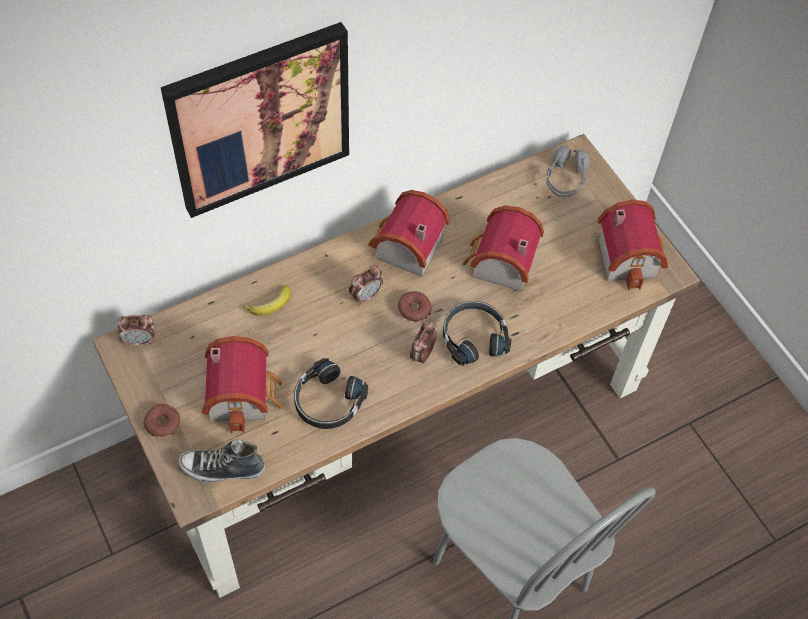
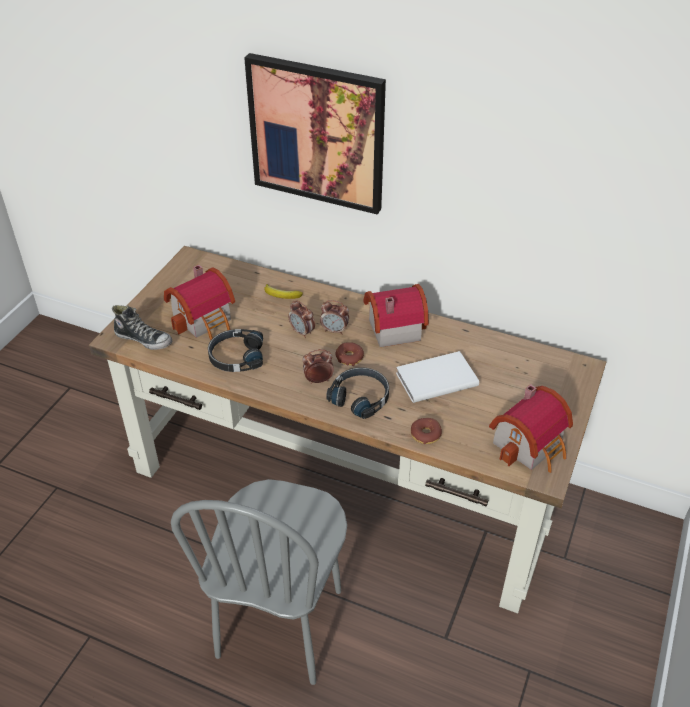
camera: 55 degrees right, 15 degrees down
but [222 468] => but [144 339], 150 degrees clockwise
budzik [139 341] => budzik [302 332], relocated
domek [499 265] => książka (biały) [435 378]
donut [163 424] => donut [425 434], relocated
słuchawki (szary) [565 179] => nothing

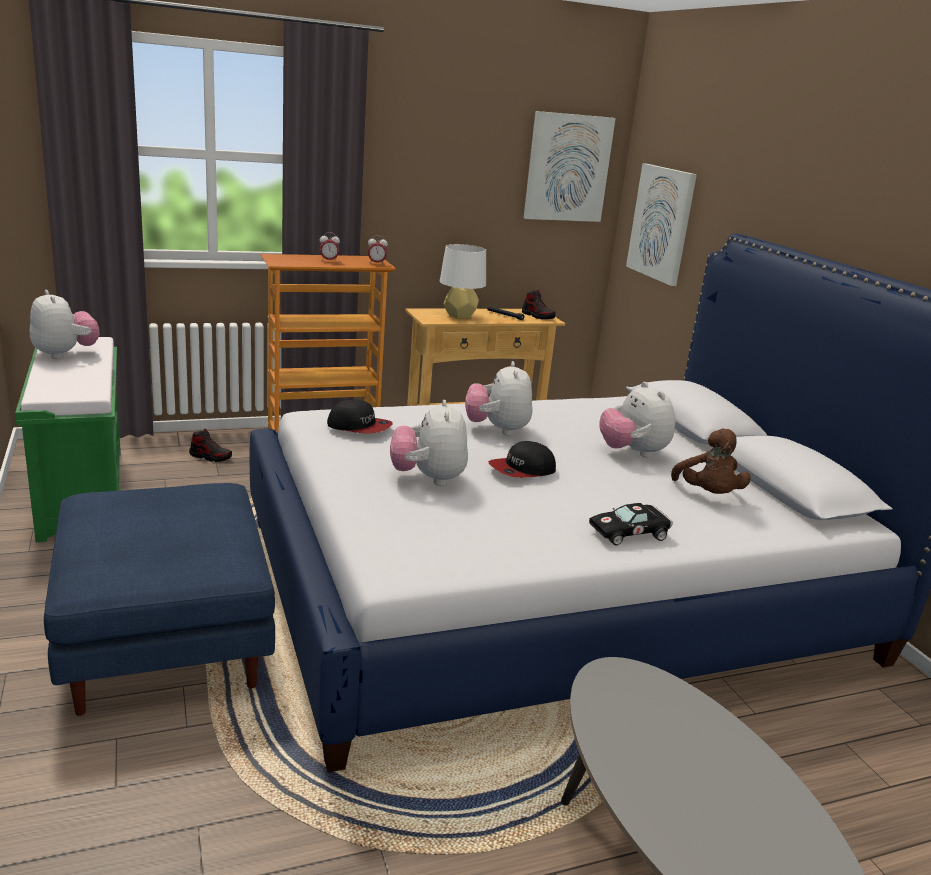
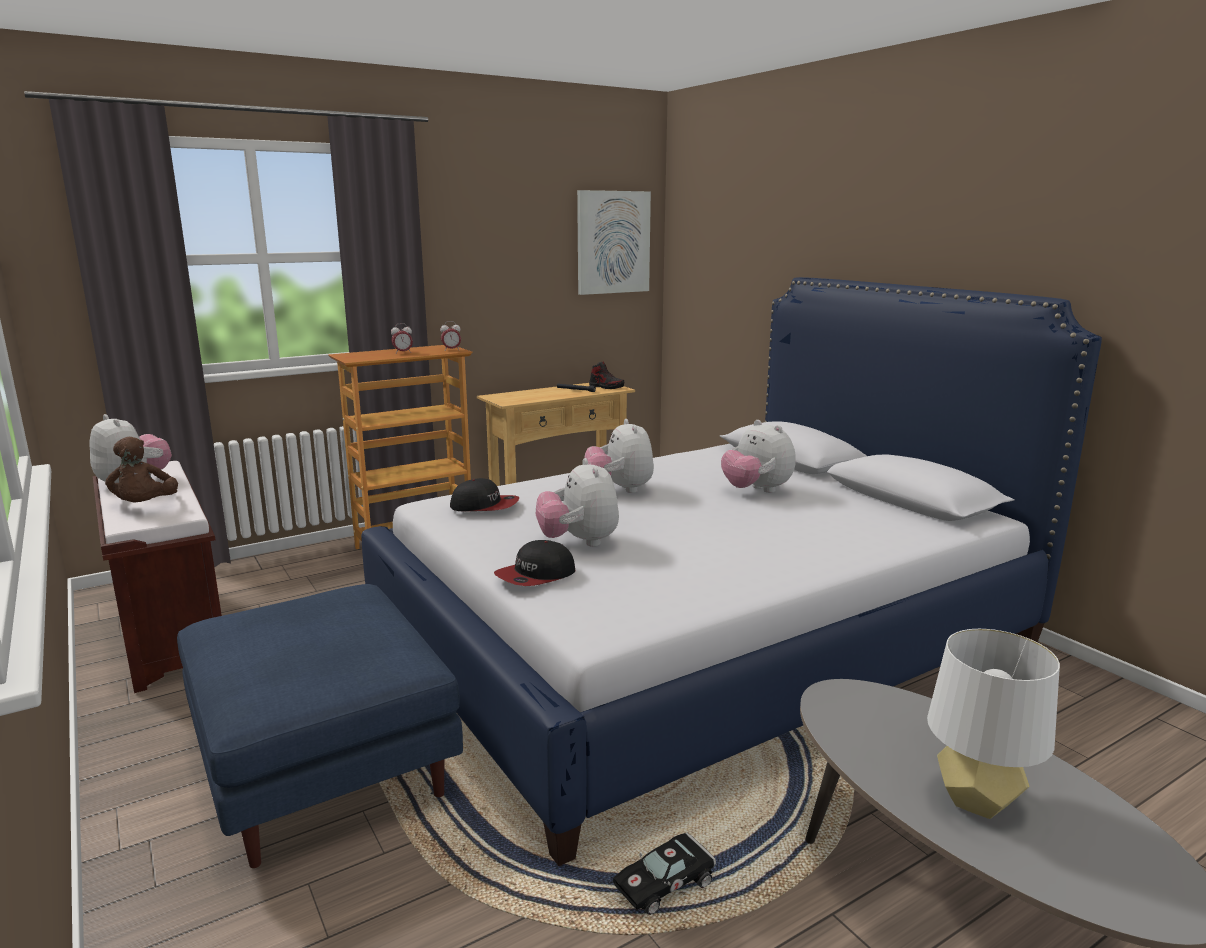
camera: 10 degrees left, 5 degrees down
ławka (zielony) [81 491] => ławka (brązowy) [169 632]
pluszak (brązowy) [707 495] => pluszak (brązowy) [145 507], relocated
czapka z daszkiem [522 470] => czapka z daszkiem [536 575], relocated
samochodzik (czarny) [630 533] => samochodzik (czarny) [667 882], relocated
lampa stołowa (biały) [460 316] => lampa stołowa (biały) [977 800], relocated
but [210 457] => nothing
obraz [661 223] => nothing

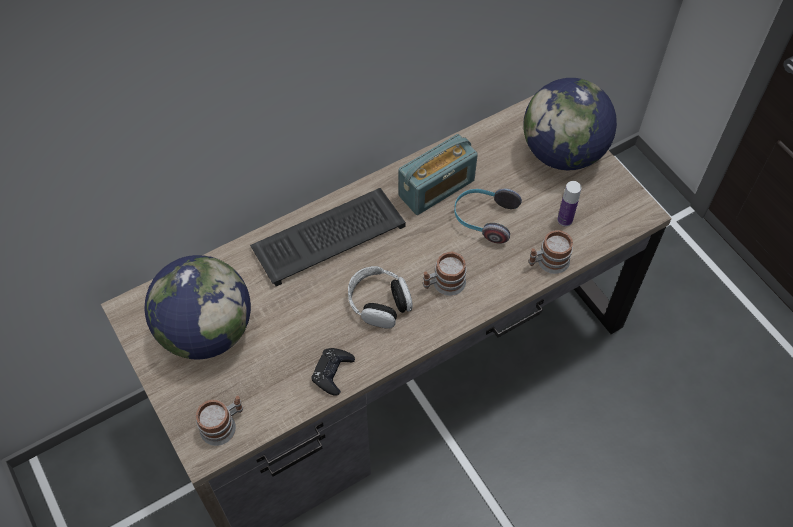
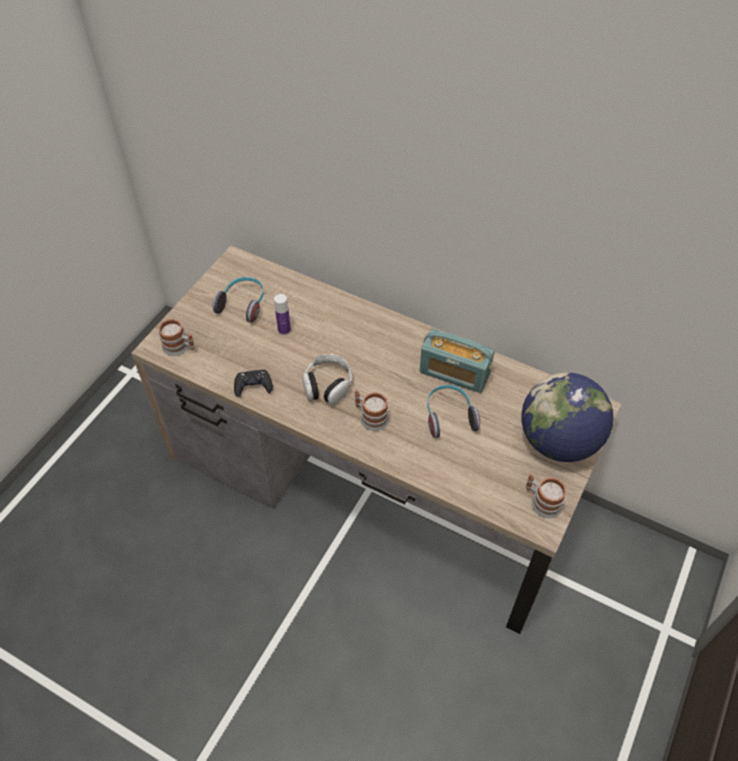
camera: 60 degrees right, 5 degrees down
globus [206 331] => słuchawki [243 304]
butelka [565 220] => butelka [284 330], relocated
kubek [548 262] => kubek [542 501], relocated
klawiatura [329 235] => nothing

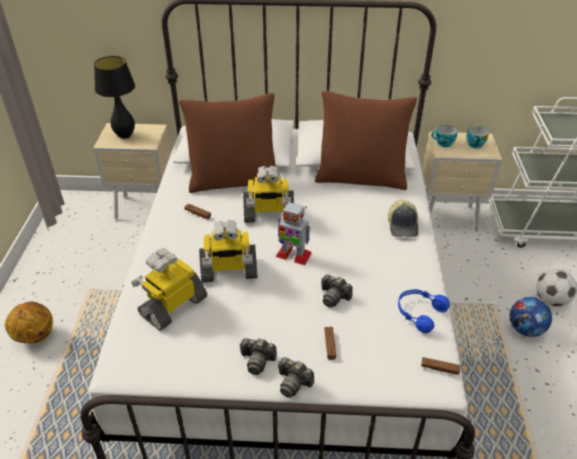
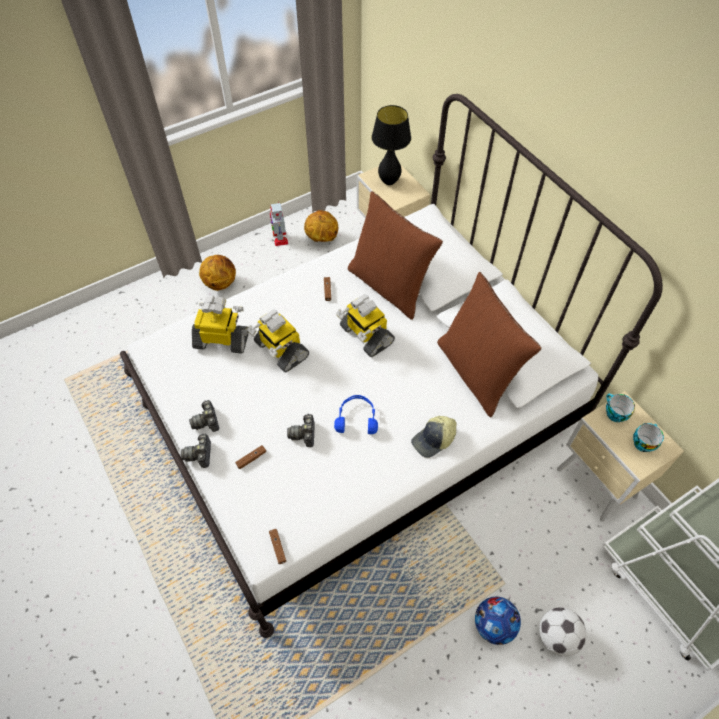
camera: 55 degrees right, 15 degrees up
robot zabawkowy [293 255] => robot zabawkowy [280 237], relocated
nothing => piłka do koszykówki [321 238]
słuchawki (niebieski) [419 313] => słuchawki (niebieski) [356 418], relocated

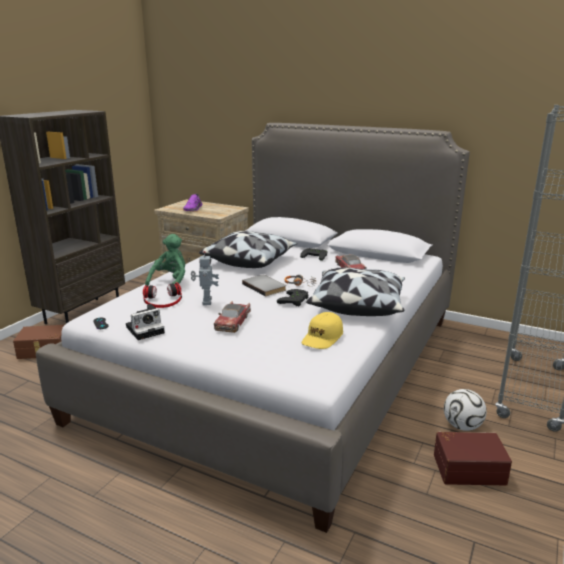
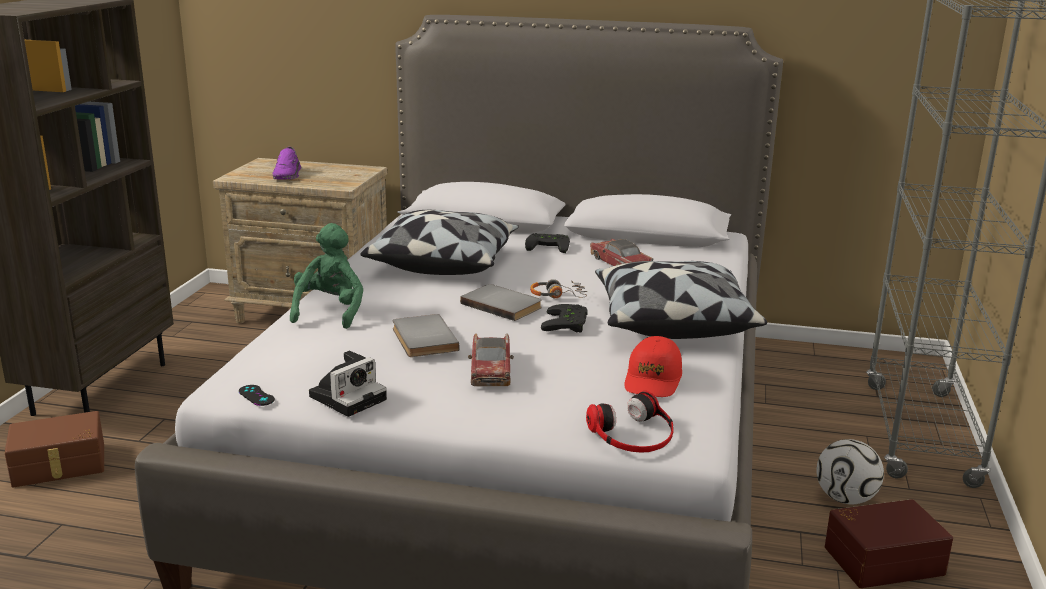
camera: 15 degrees left, 0 degrees up
robot zabawkowy [206 301] => książka (szary) [422 339]
słuchawki [163 300] => słuchawki [633 434], relocated
czapka z daszkiem (żółty) [322 338] => czapka z daszkiem (czerwony) [653 380]

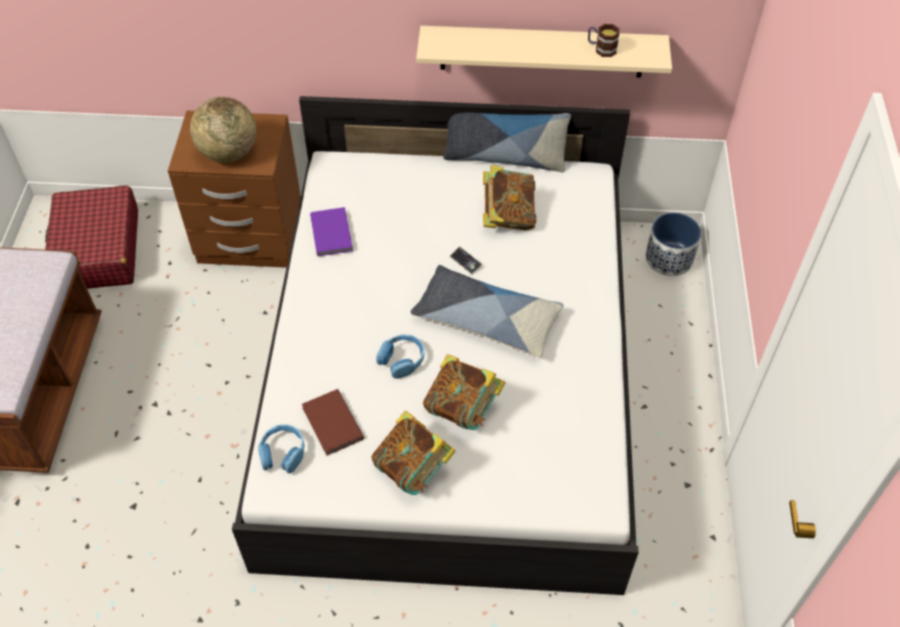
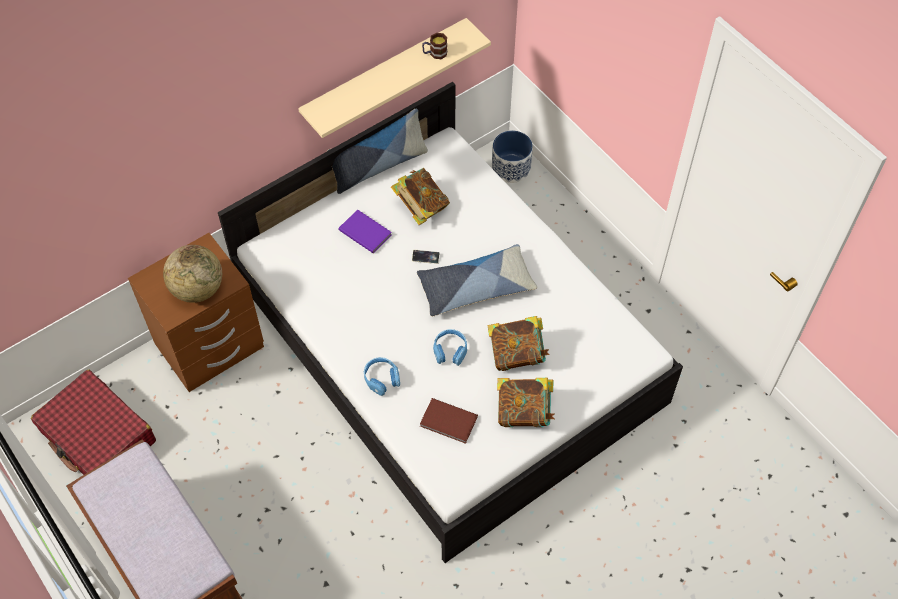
camera: 40 degrees left, 5 degrees up
książka (fioletowy) [332 232] => książka (fioletowy) [365 231], relocated
słuchawki (niebieski) [283 453] => słuchawki (niebieski) [381 379], relocated

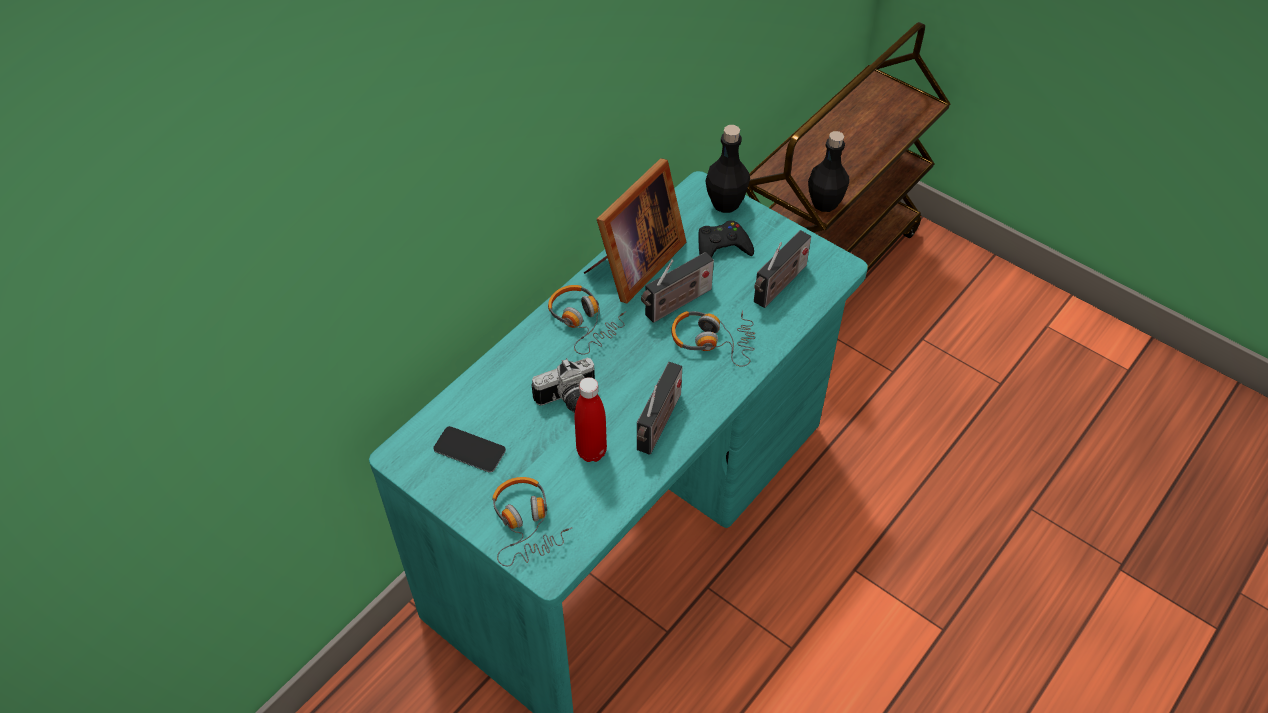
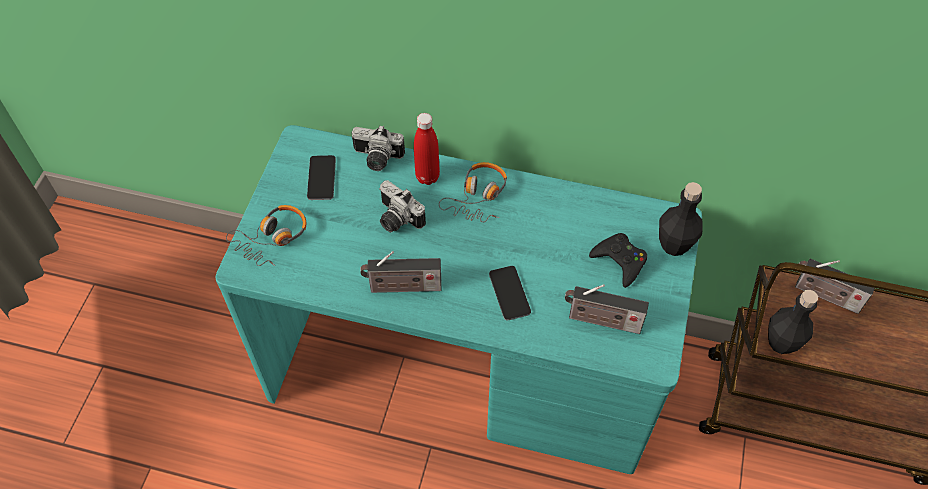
camera: 65 degrees right, 5 degrees up
nothing => aparat fotograficzny [377 159]
butelka (czerwony) [591 452] => butelka (czerwony) [427 177], relocated
słuchawki [713 341] => telefon [509 293]
radio [676 304] => radio [824 295], relocated
ramka na zdjęcie [633 265] => nothing

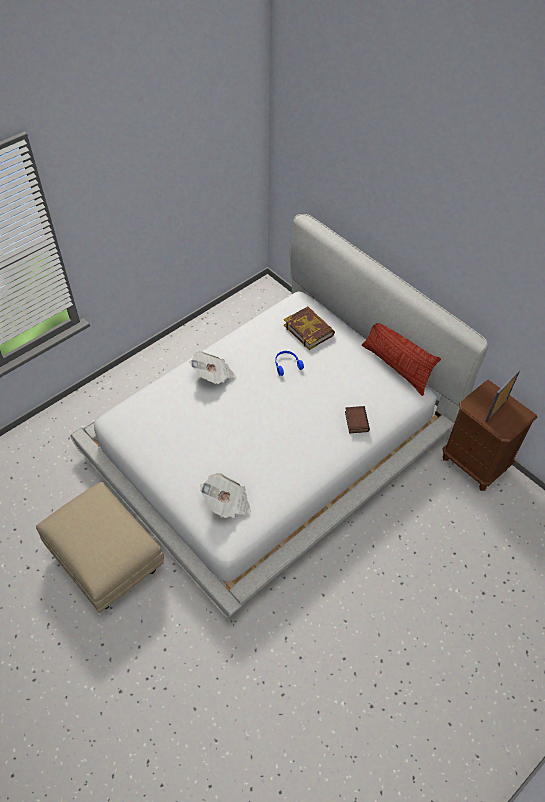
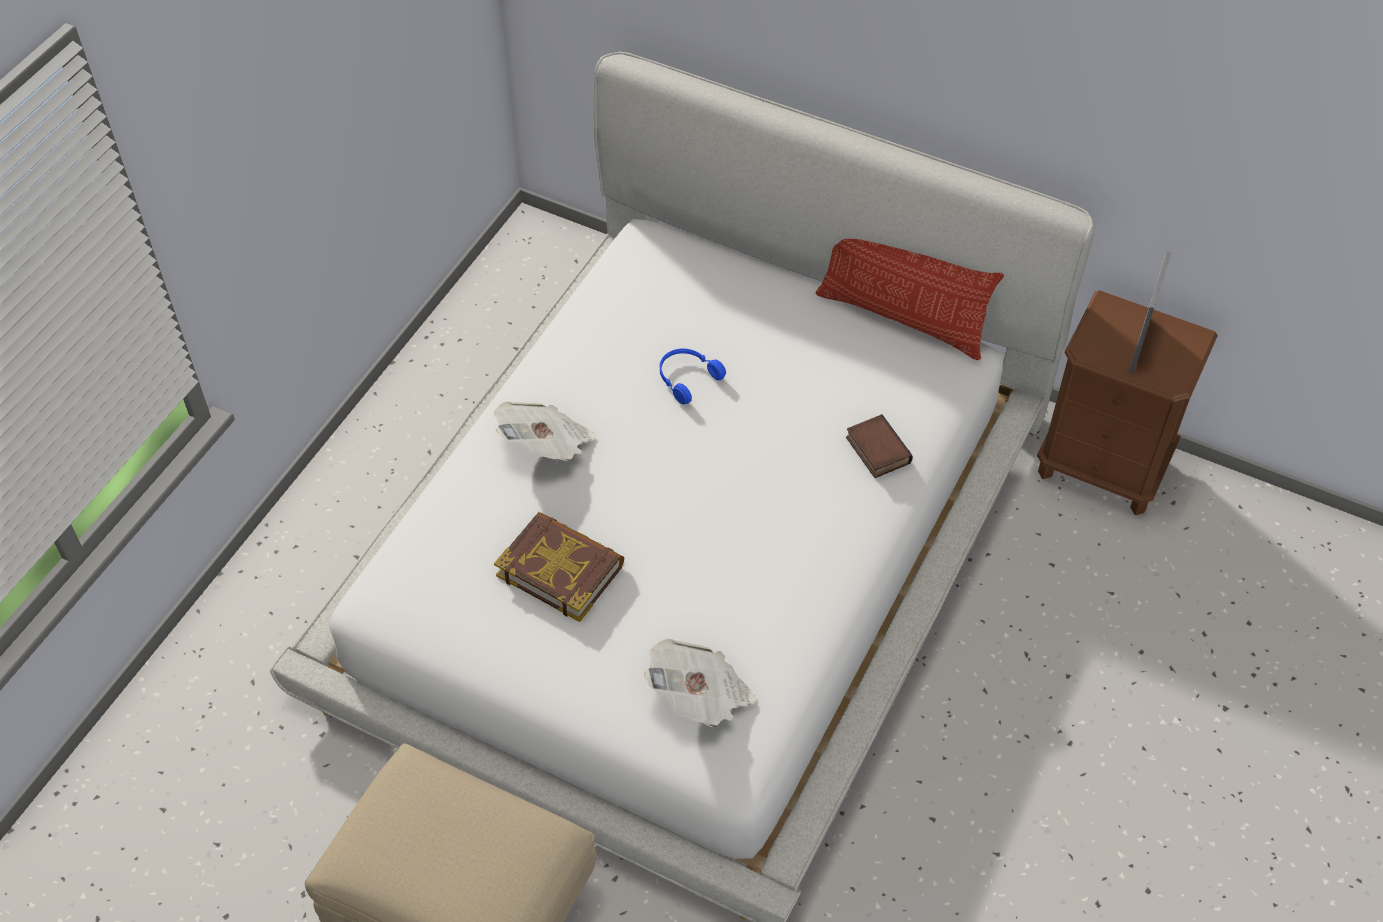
camera: 20 degrees left, 0 degrees up
książka [309 330] => książka [560 570], relocated

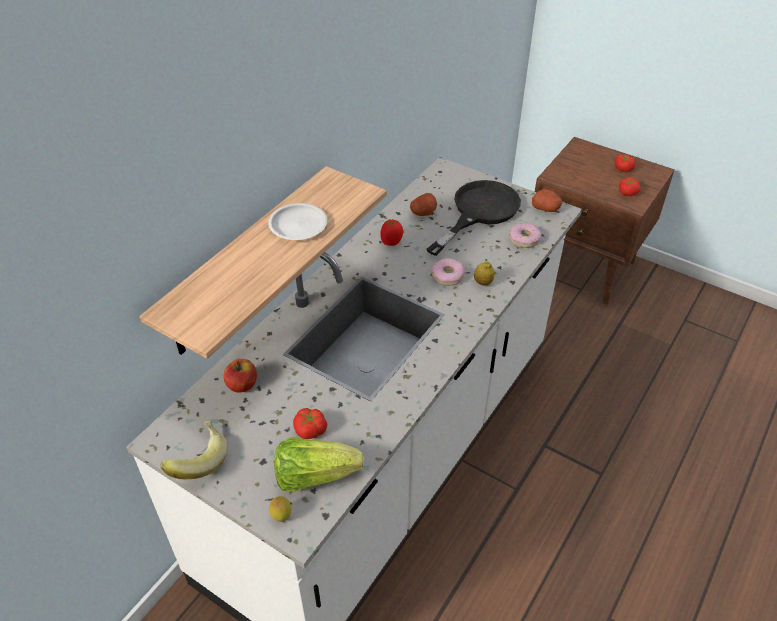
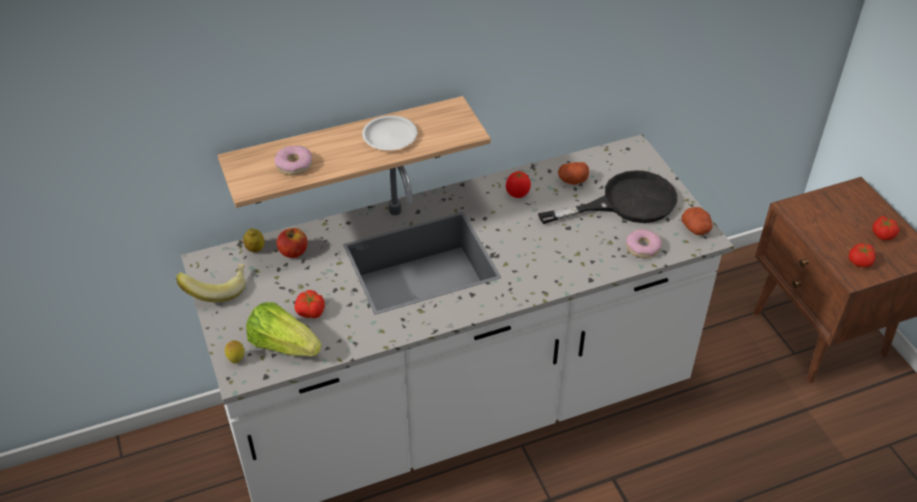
camera: 35 degrees right, 0 degrees up
cytryna [483 282] => cytryna [255 249], relocated
donut [447 276] => donut [294 165], relocated

